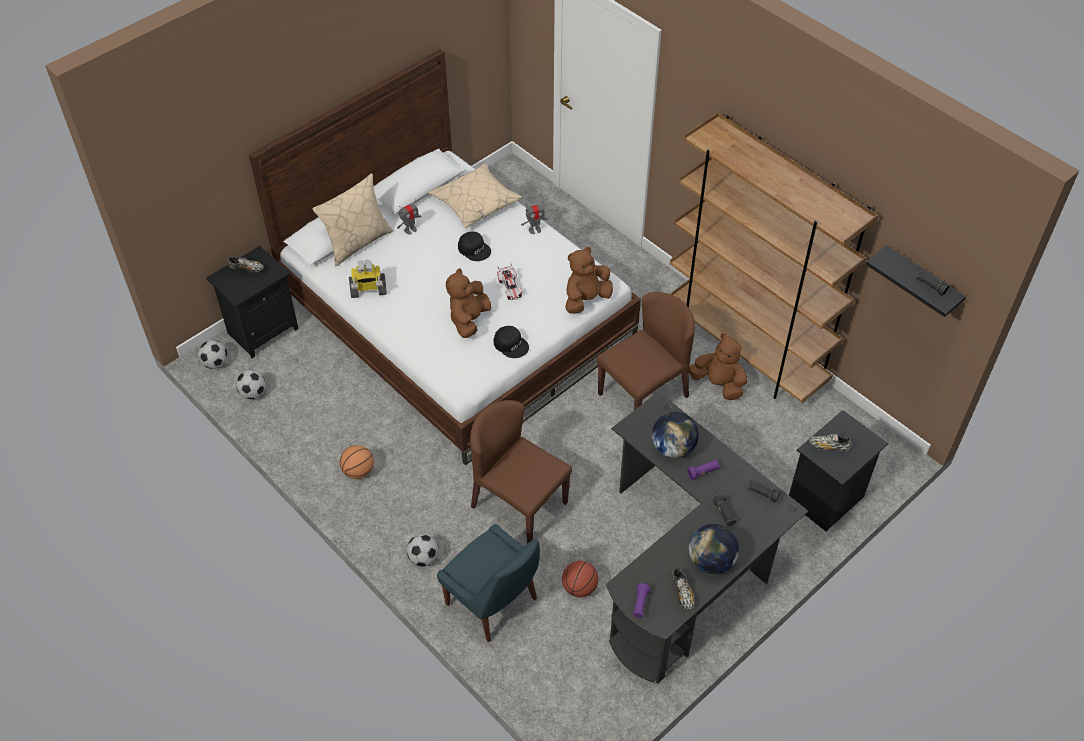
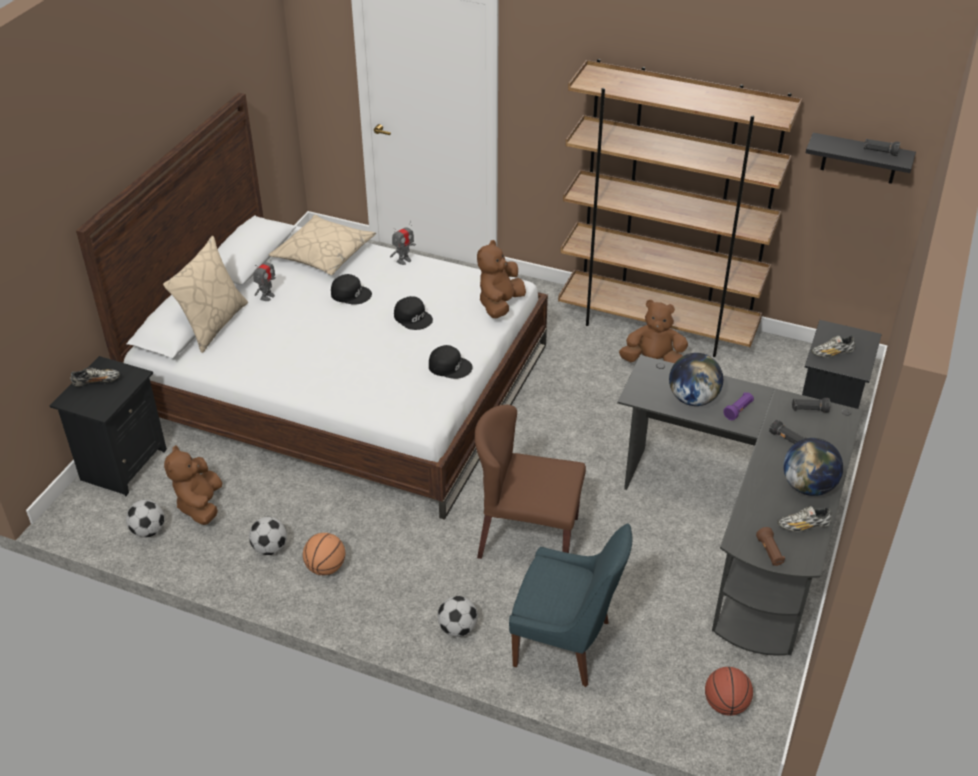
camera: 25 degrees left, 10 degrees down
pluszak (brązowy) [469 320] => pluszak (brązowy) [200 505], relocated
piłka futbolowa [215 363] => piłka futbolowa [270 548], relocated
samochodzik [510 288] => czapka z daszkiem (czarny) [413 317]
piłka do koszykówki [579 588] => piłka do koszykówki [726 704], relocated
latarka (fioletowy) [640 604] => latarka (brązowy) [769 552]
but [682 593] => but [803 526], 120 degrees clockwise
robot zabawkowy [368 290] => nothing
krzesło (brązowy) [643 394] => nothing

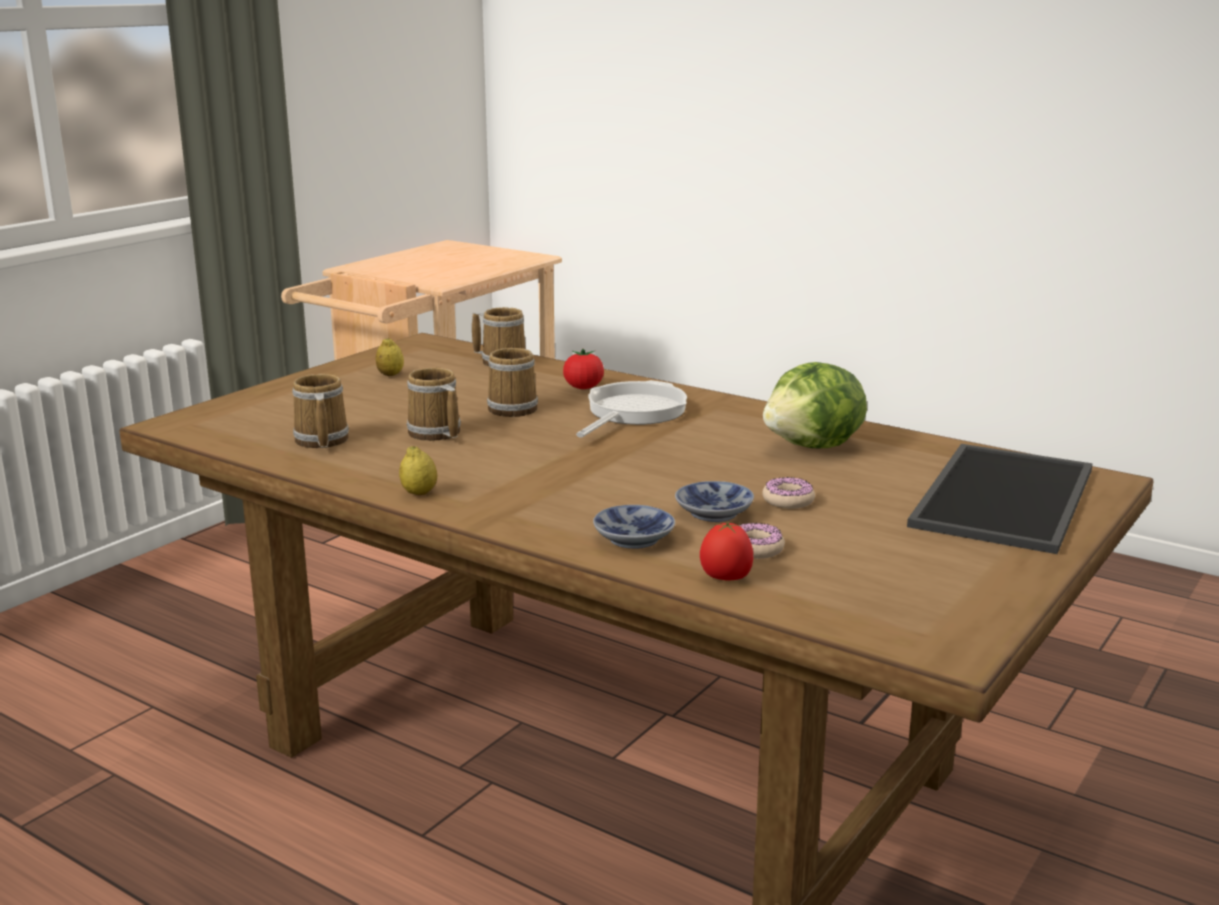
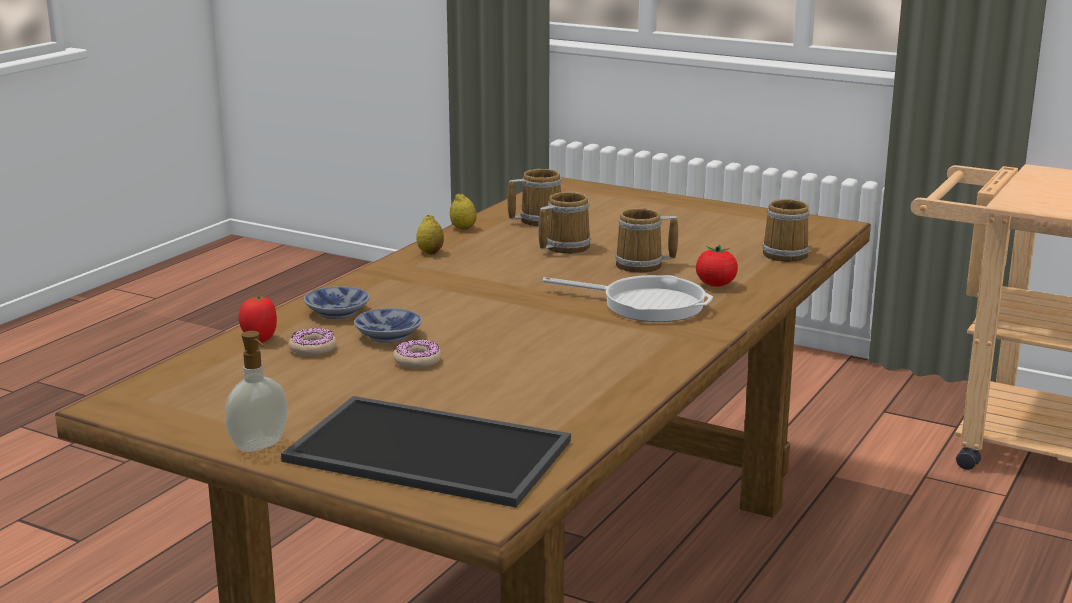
camera: 85 degrees right, 0 degrees up
nothing => dozownik mydła [260 446]
cytryna [390 375] => cytryna [463 228], relocated
sałata [814 447] => nothing

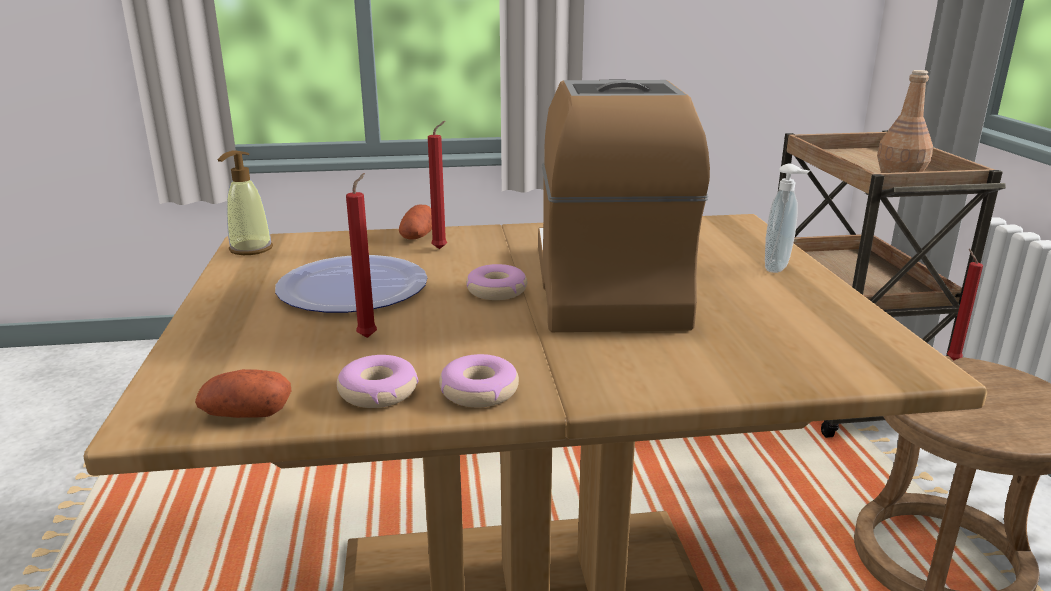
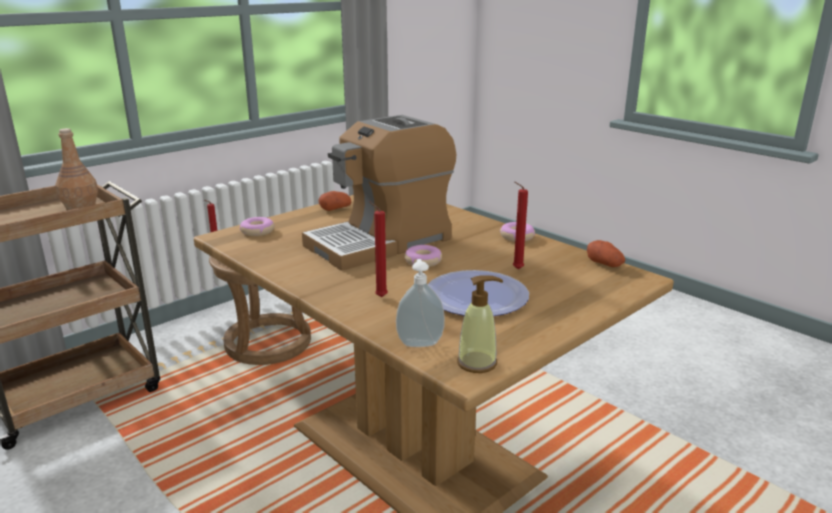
camera: 125 degrees left, 0 degrees up
donut [378 392] => donut [257 231], relocated
ziemniak [418 236] => ziemniak [335 209], relocated
dozownik mydła [779 268] => dozownik mydła [420 343], relocated

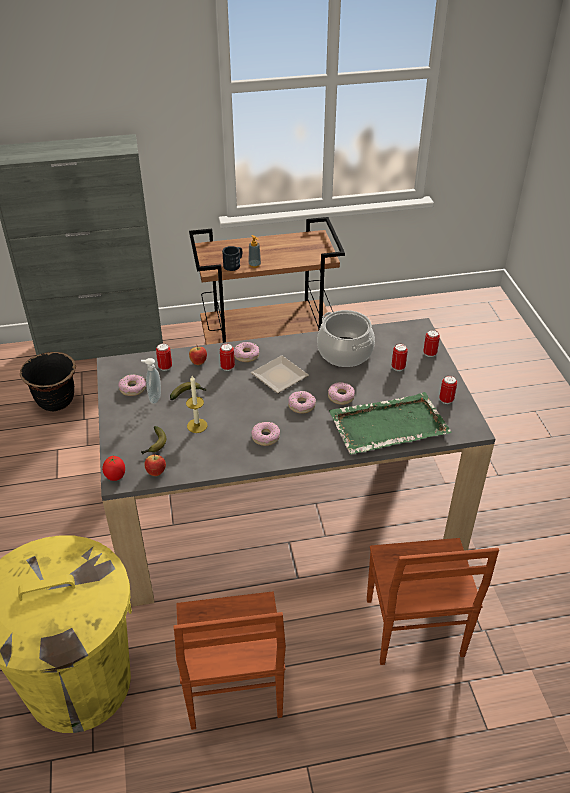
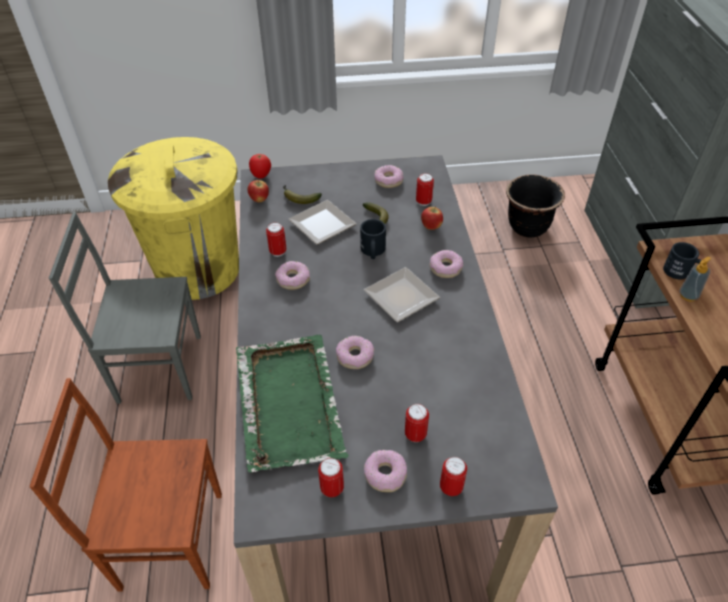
camera: 95 degrees right, 5 degrees up
krzesło (brązowy) [231 688] => krzesło (szary) [158 367]
puszka [227 367] => puszka [278 252], relocated
świeca [197 425] => talerz [322 226]
nothing => kubek (czarny) [373 251]
donut [301 405] => donut [385 474], relocated
dozownik mydła [154 398] => nothing
garnek [345 352] => nothing

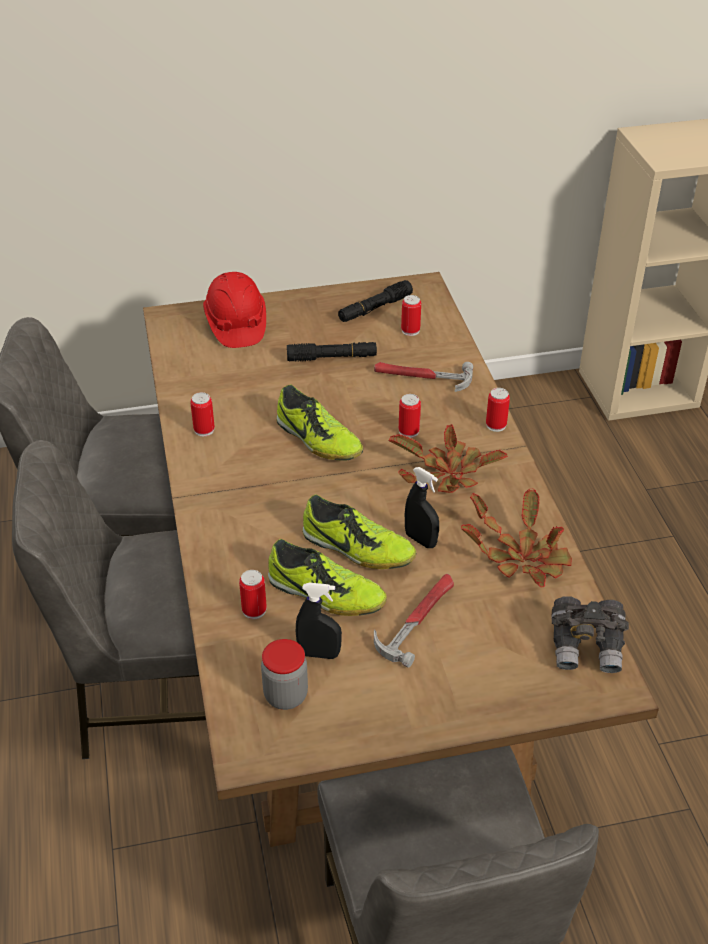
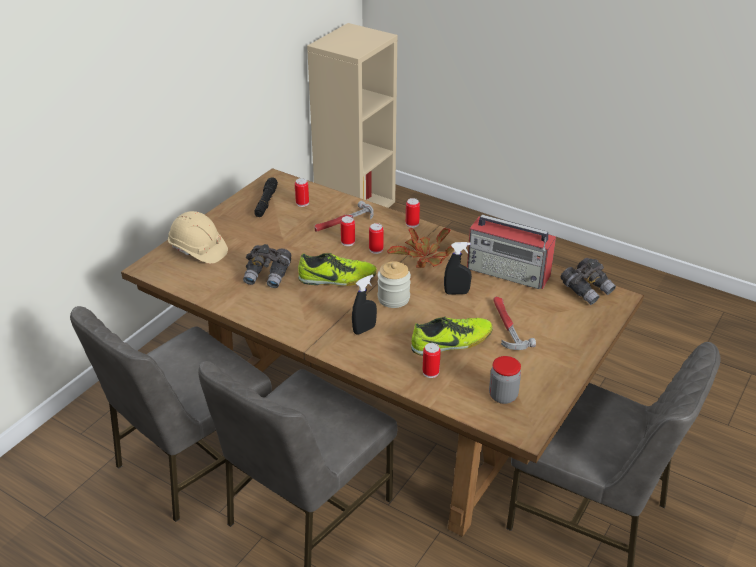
camera: 45 degrees left, 5 degrees down
kask (czerwony) [236 325] => kask (beżowy) [198 250]
nothing => lornetka (szary) [268 275]
puszka [204 430] => puszka [348 242], relocated
spryskiwacz (czarny) [319 654] => spryskiwacz (czarny) [364 329], relocated
nothing => słoik [393 298]
roślina doniczkowa [521 557] => radio [509 272]
latarka (czarny) [332 358] => nothing
but [357 549] => nothing

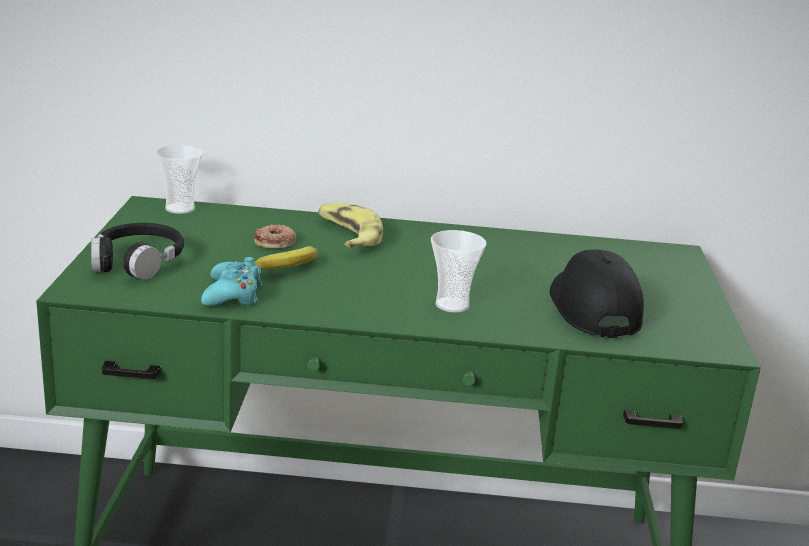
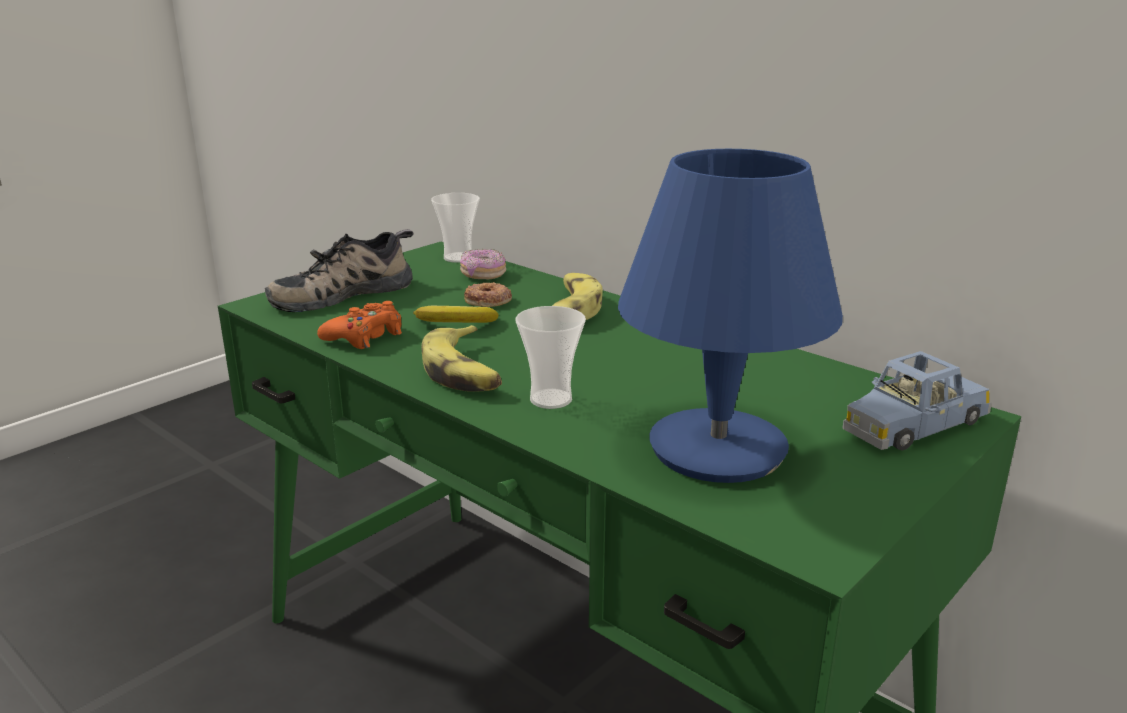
camera: 40 degrees right, 0 degrees up
słuchawki (czarny) [137 262] => but [342 293]
pad do gier (turkusowy) [233 294] => pad do gier (pomarańczowy) [365 336]
nothing => banan [464 372]
nothing => donut [483 275]
czapka z daszkiem (czarny) [592 308] => lampa stołowa (niebieski) [715 448]
nothing => samochodzik (niebieski) [913 426]

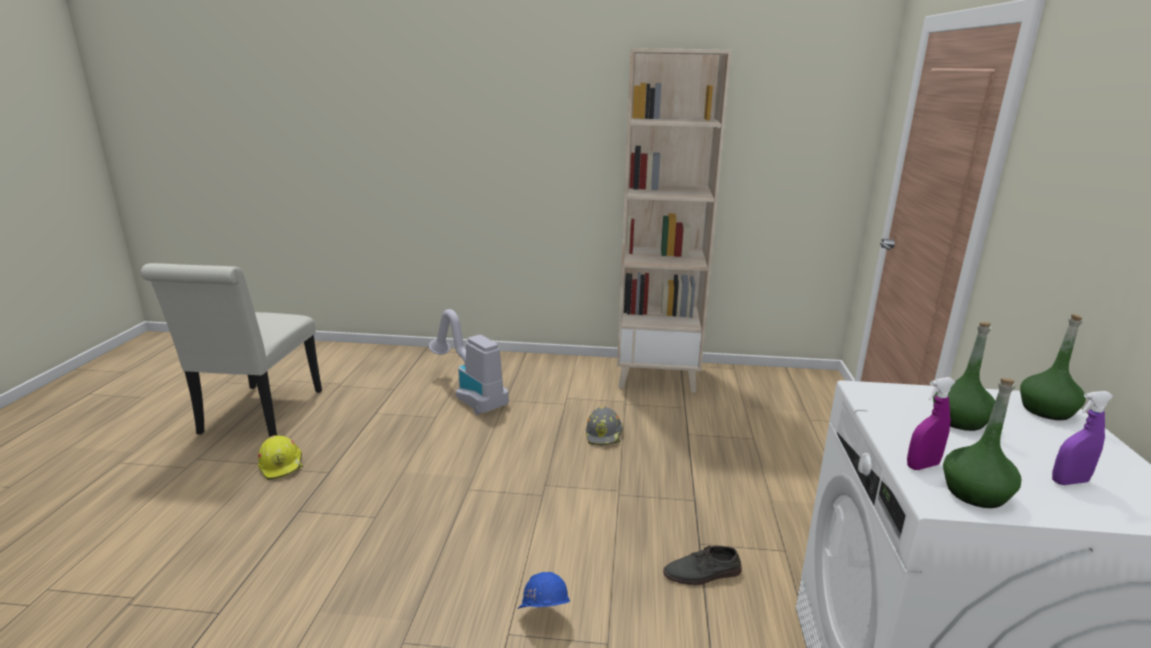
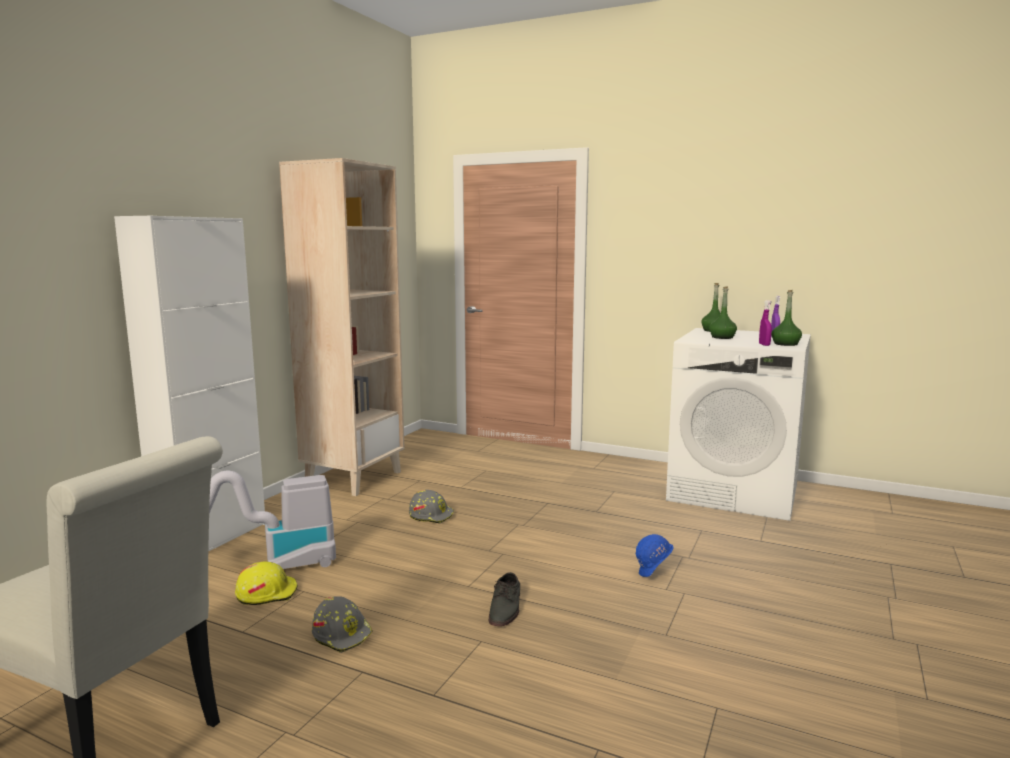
camera: 70 degrees left, 10 degrees down
nothing => szafka (biały) [212 538]
kask (żółty) [282 465] => kask (żółty) [267 593], relocated
nothing => kask (szary) [342 634]
but (szary) [702 573] => but (szary) [506 608], relocated

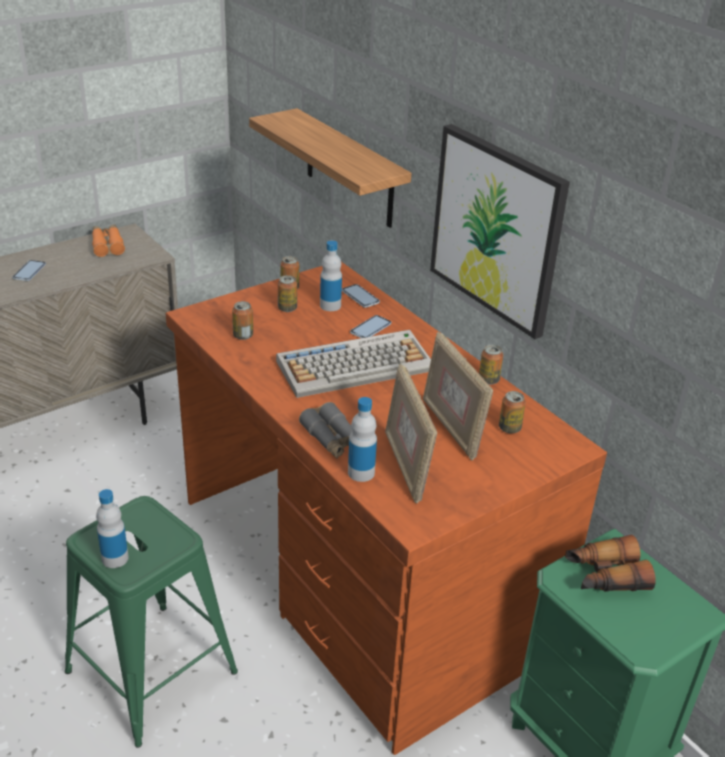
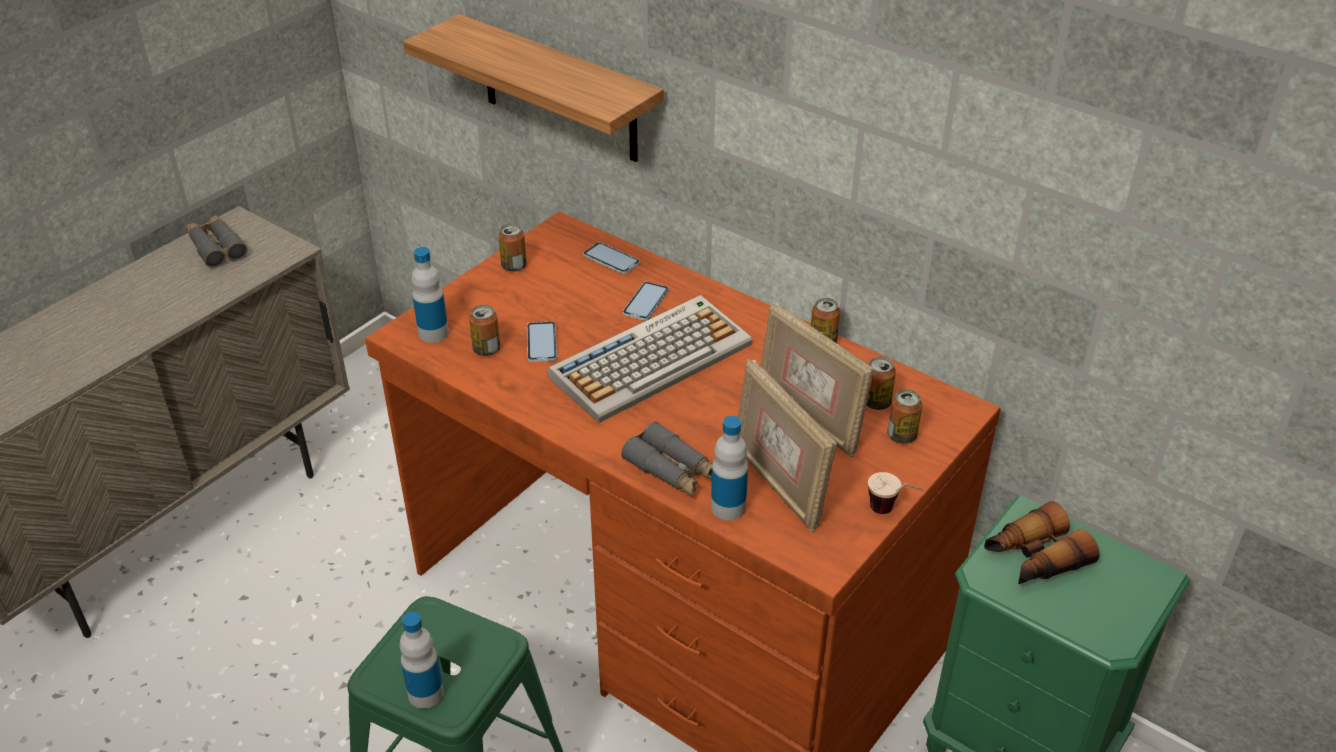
camera: 15 degrees left, 5 degrees up
lornetka (pomarańczowy) [107 245] => lornetka (szary) [216 247]
butelka [330 305] => butelka [433 333], relocated
telefon [29 271] => telefon [541 343], relocated
nothing => filiżanka [891 513]
puszka [287 308] => puszka [901 436], relocated
obraz [496 229] => nothing

